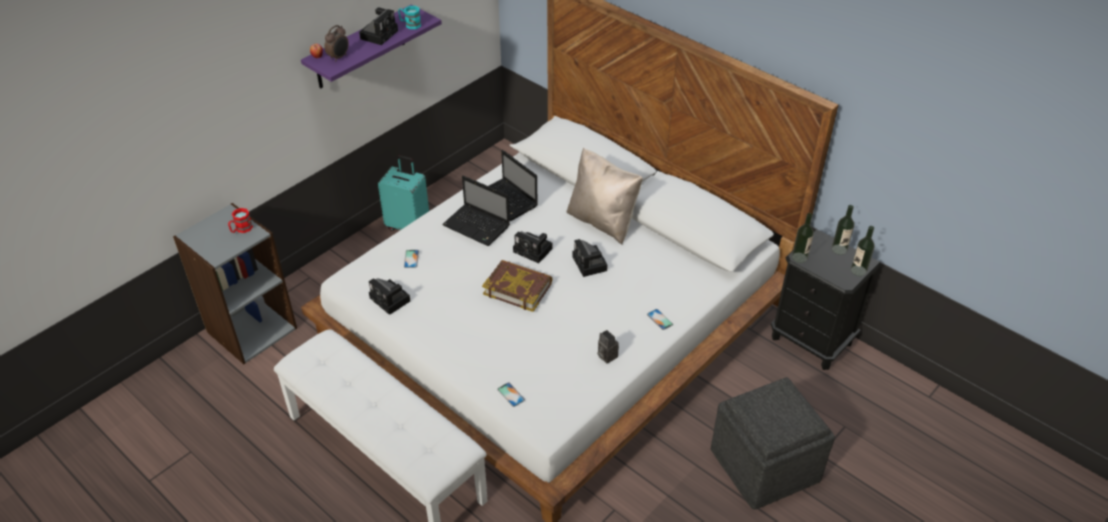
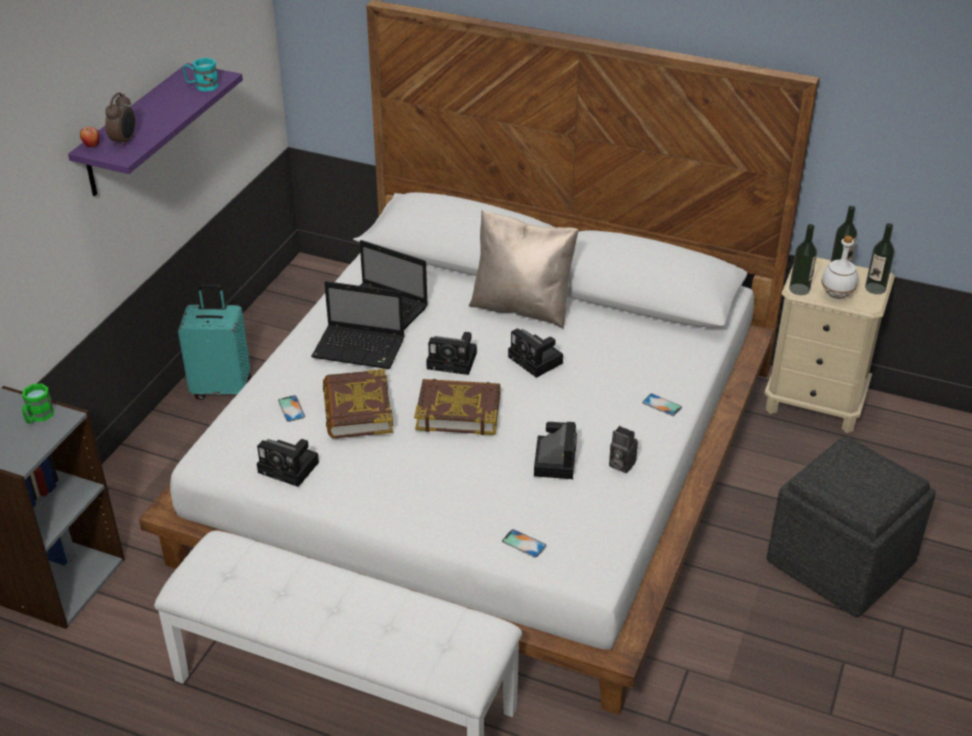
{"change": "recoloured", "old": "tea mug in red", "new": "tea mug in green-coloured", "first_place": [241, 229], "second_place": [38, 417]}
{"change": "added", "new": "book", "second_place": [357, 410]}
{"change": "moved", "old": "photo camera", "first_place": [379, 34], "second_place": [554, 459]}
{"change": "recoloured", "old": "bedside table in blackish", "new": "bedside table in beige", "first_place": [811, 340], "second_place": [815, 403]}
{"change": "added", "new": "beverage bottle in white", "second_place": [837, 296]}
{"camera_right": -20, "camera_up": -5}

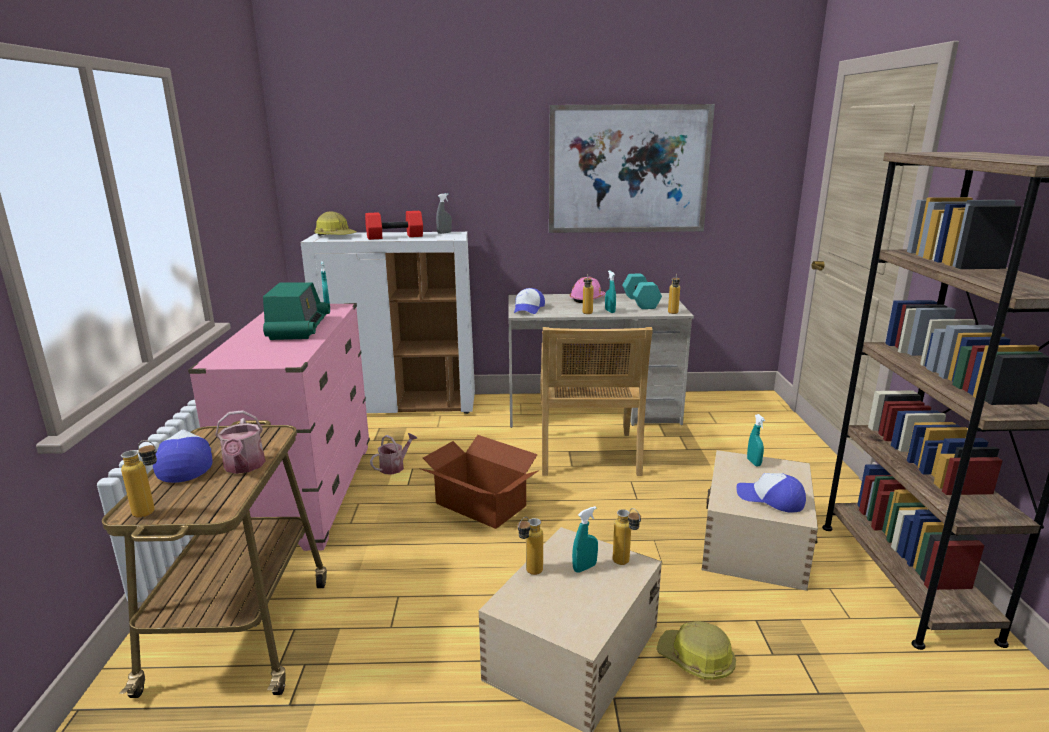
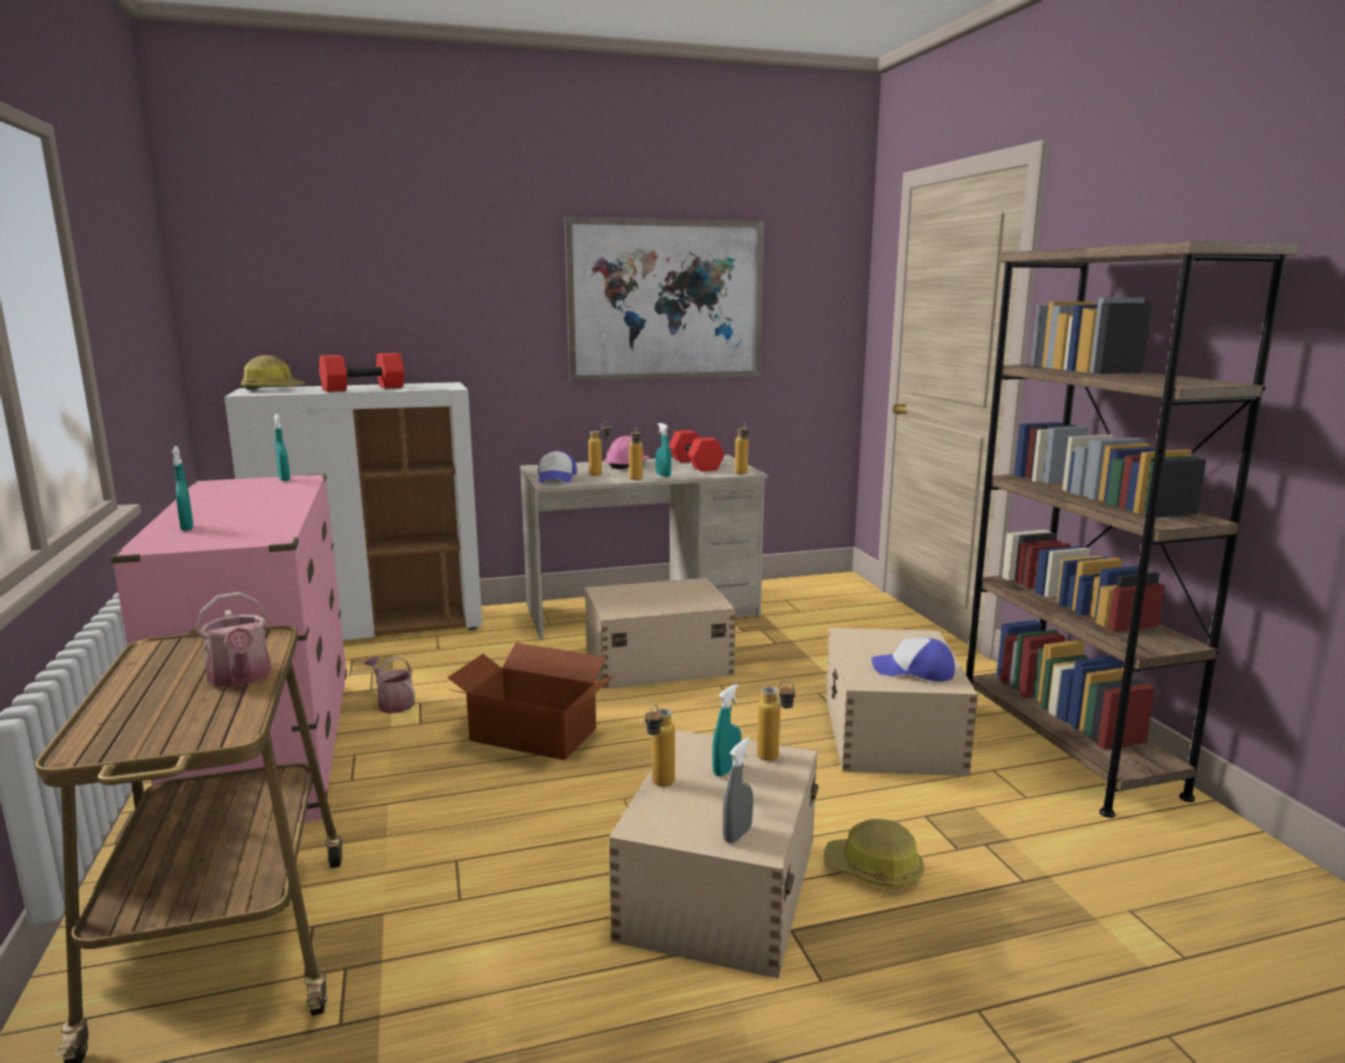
{"change": "moved", "old": "spray bottle in turquoise-coloured", "first_place": [753, 462], "second_place": [187, 528]}
{"change": "turned", "old": "watering pot", "first_place": [395, 466], "second_place": [393, 703], "degrees": -75}
{"change": "replaced", "old": "upright chair in beige", "new": "storage box in beige", "first_place": [588, 455], "second_place": [656, 662]}
{"change": "moved", "old": "beverage bottle", "first_place": [152, 513], "second_place": [601, 474]}
{"change": "recoloured", "old": "hand weight in turquoise-coloured", "new": "hand weight in red", "first_place": [641, 302], "second_place": [697, 465]}
{"change": "moved", "old": "spray bottle in gray", "first_place": [444, 233], "second_place": [737, 834]}
{"change": "removed", "old": "baseball cap", "first_place": [186, 464]}
{"change": "removed", "old": "radio receiver", "first_place": [298, 328]}
{"camera_right": -15, "camera_up": -5}

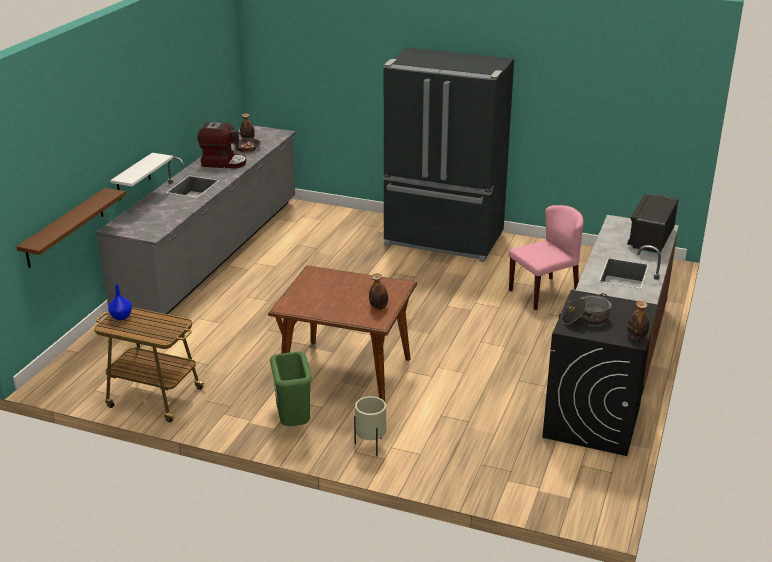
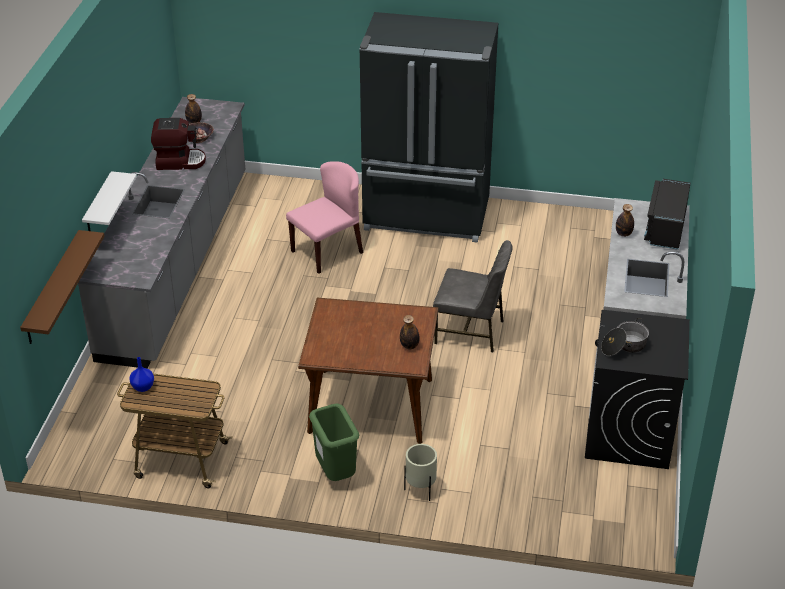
{"change": "moved", "old": "upright chair in pinkish", "first_place": [543, 293], "second_place": [327, 251]}
{"change": "added", "new": "upright chair in gray", "second_place": [470, 332]}
{"change": "moved", "old": "beverage bottle", "first_place": [636, 337], "second_place": [623, 234]}
{"camera_right": -10, "camera_up": 10}

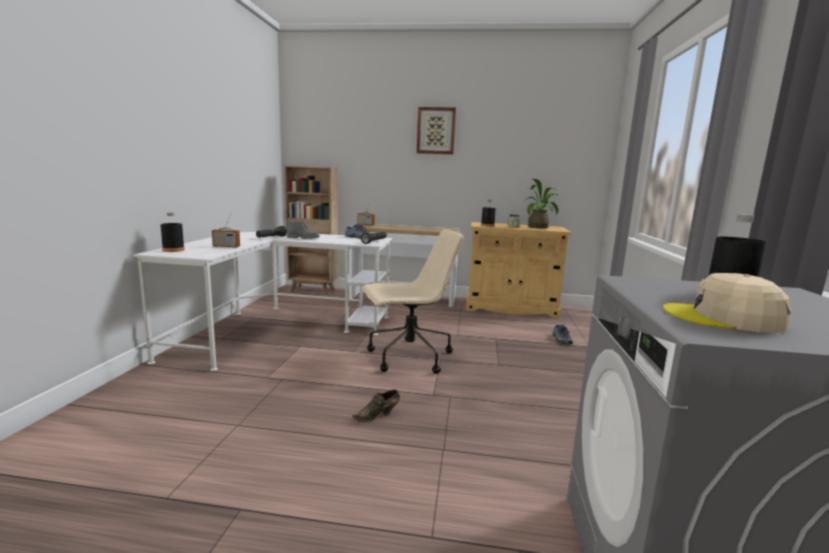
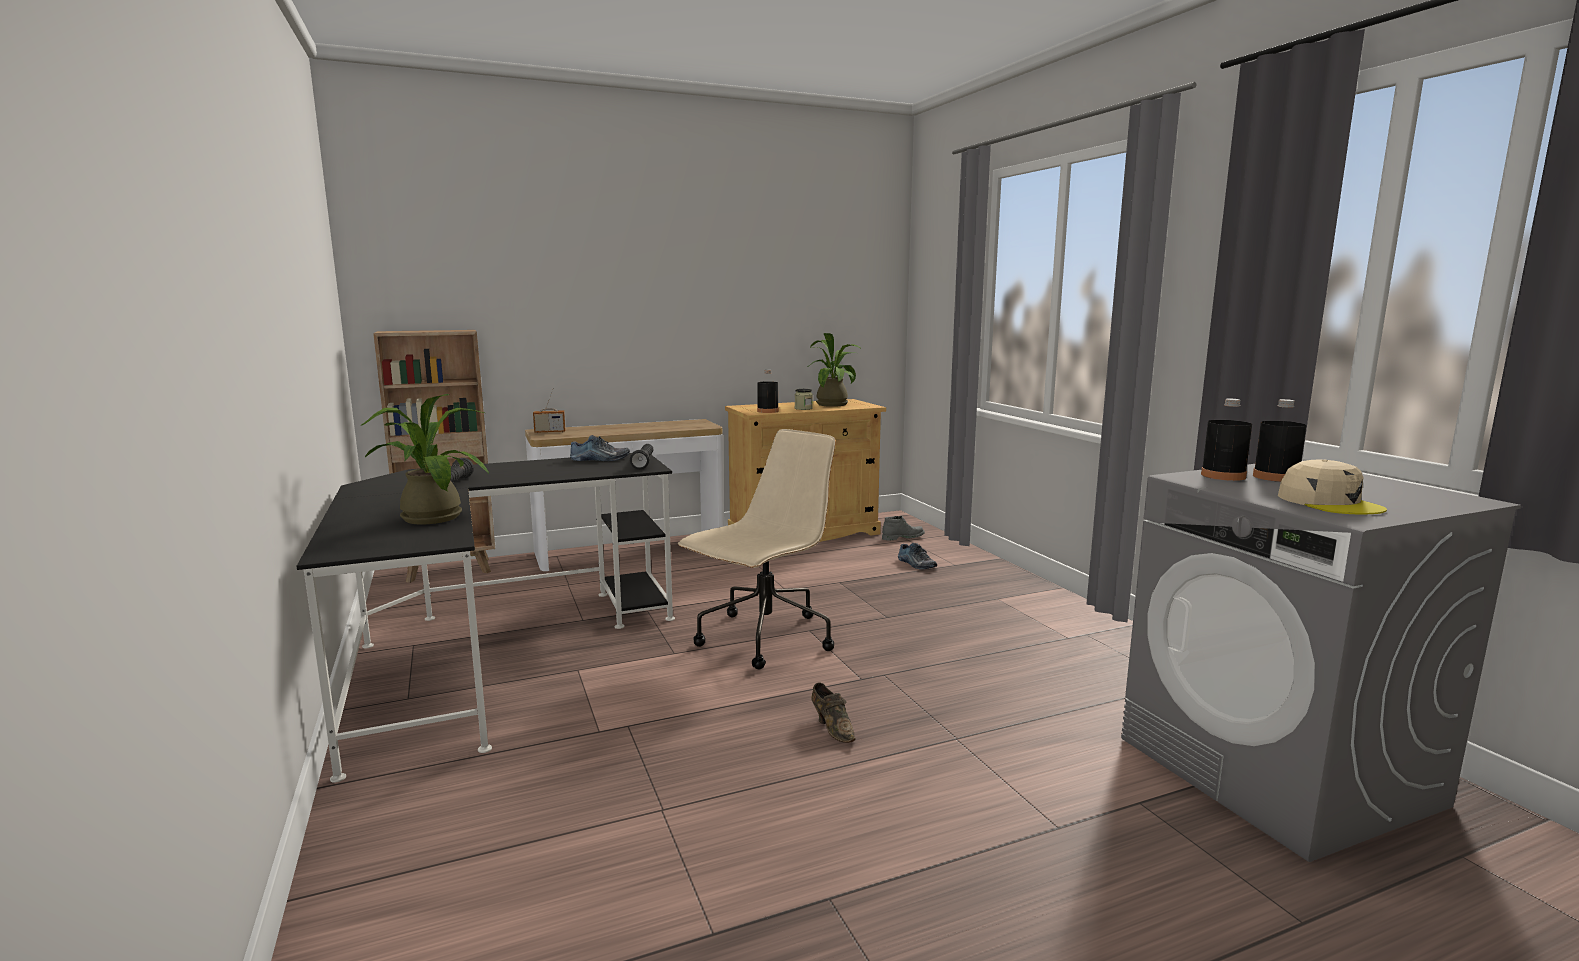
{"change": "recoloured", "old": "desk unit in white", "new": "desk unit in blackish", "first_place": [278, 328], "second_place": [491, 652]}
{"change": "replaced", "old": "radio receiver", "new": "potted plant", "first_place": [226, 246], "second_place": [430, 516]}
{"change": "turned", "old": "shoe in brown-coloured", "first_place": [378, 415], "second_place": [832, 727], "degrees": -60}
{"change": "moved", "old": "high-top boot in gray", "first_place": [303, 238], "second_place": [902, 537]}
{"change": "moved", "old": "beverage bottle in blackish", "first_place": [173, 250], "second_place": [1223, 476]}
{"change": "turned", "old": "baseball cap in beige", "first_place": [723, 318], "second_place": [1329, 503], "degrees": -105}
{"change": "removed", "old": "picture", "first_place": [436, 131]}
{"camera_right": -30, "camera_up": 0}

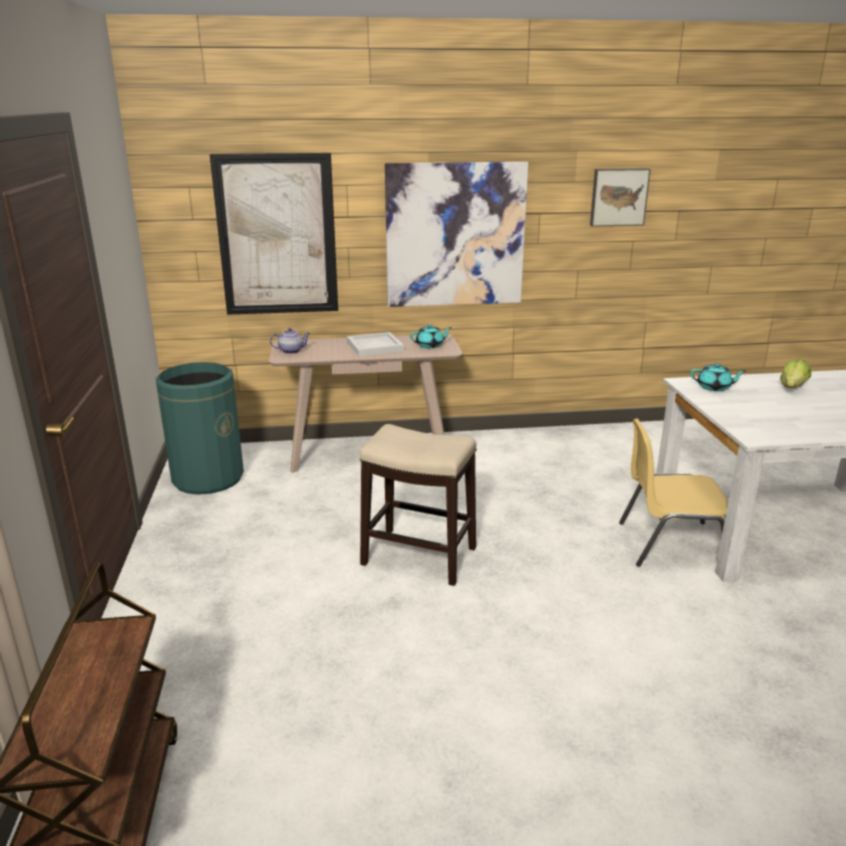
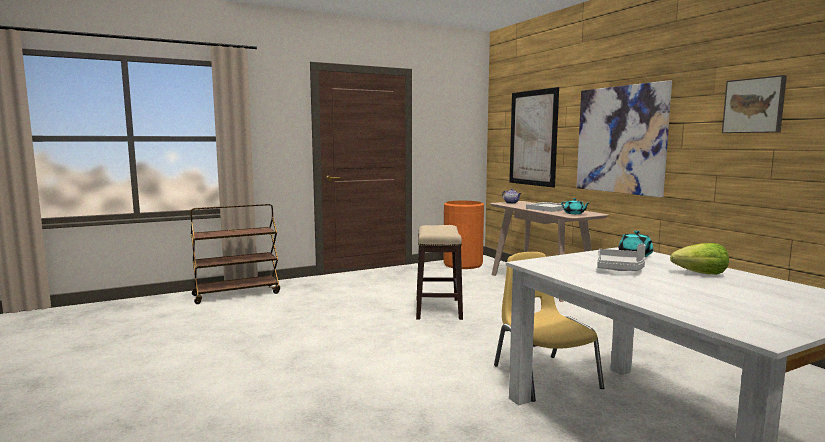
{"change": "recoloured", "old": "trash can in green-coloured", "new": "trash can in orangey", "first_place": [208, 478], "second_place": [463, 264]}
{"change": "added", "new": "serving tray in gray", "second_place": [620, 268]}
{"camera_right": 70, "camera_up": -15}

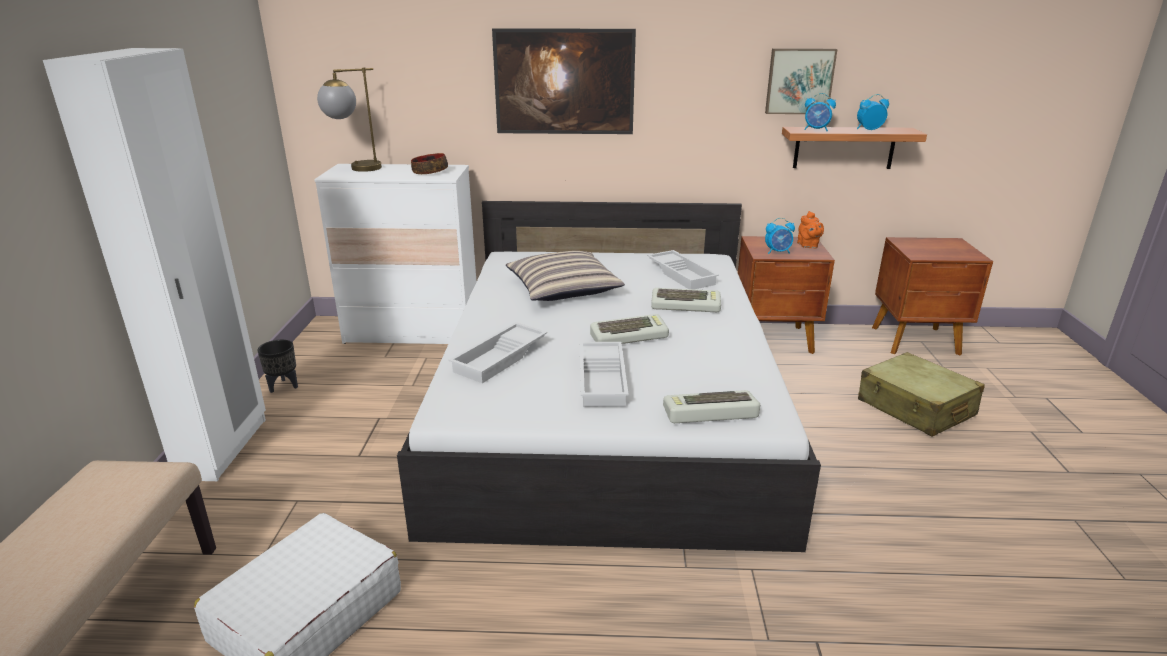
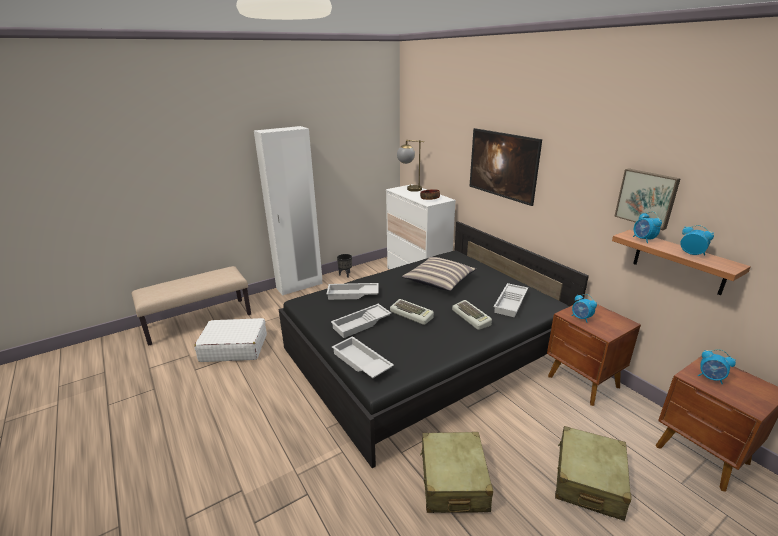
{"change": "recoloured", "old": "bedroom bed in white", "new": "bedroom bed in blackish", "first_place": [606, 407], "second_place": [424, 352]}
{"change": "replaced", "old": "PC keyboard", "new": "serving tray in white", "first_place": [710, 413], "second_place": [360, 362]}
{"change": "added", "new": "piece of luggage in beige", "second_place": [453, 481]}
{"change": "added", "new": "bedside clock", "second_place": [710, 378]}
{"change": "removed", "old": "tea pot in orangey", "first_place": [808, 246]}
{"camera_right": 55, "camera_up": 0}

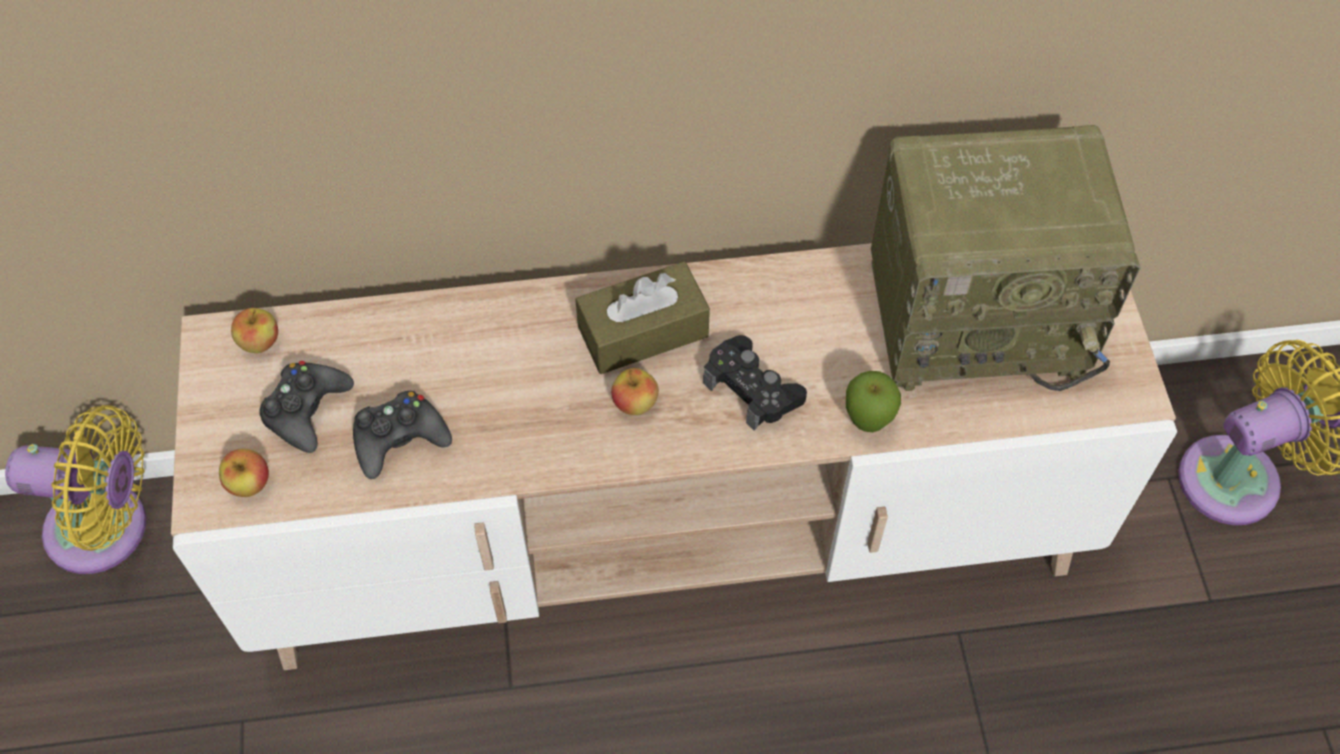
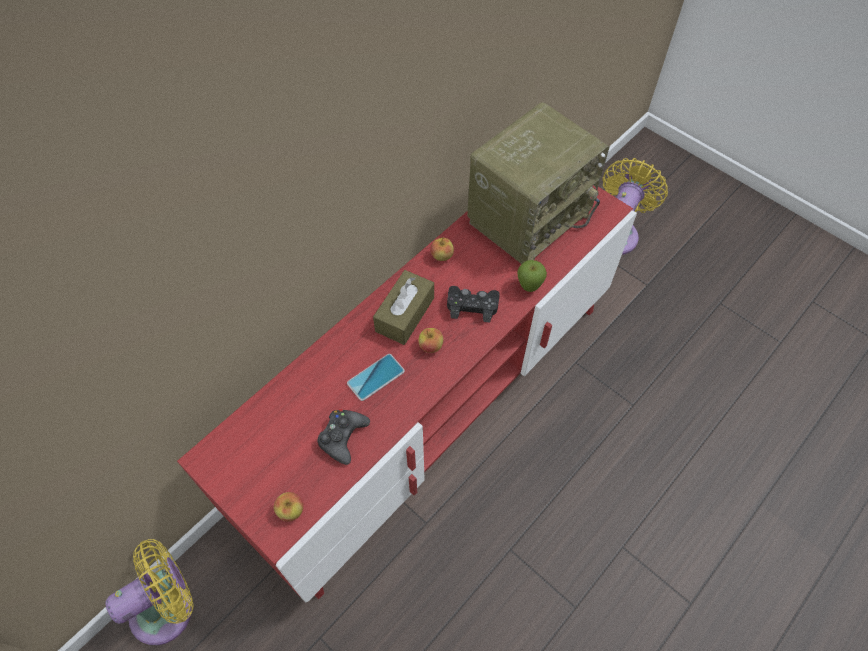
{"change": "recoloured", "old": "media console in beige", "new": "media console in red", "first_place": [669, 533], "second_place": [433, 408]}
{"change": "added", "new": "phone", "second_place": [376, 377]}
{"change": "moved", "old": "whole apple", "first_place": [259, 342], "second_place": [442, 256]}
{"change": "removed", "old": "joypad in blackish", "first_place": [306, 410]}
{"camera_right": -40, "camera_up": 0}

